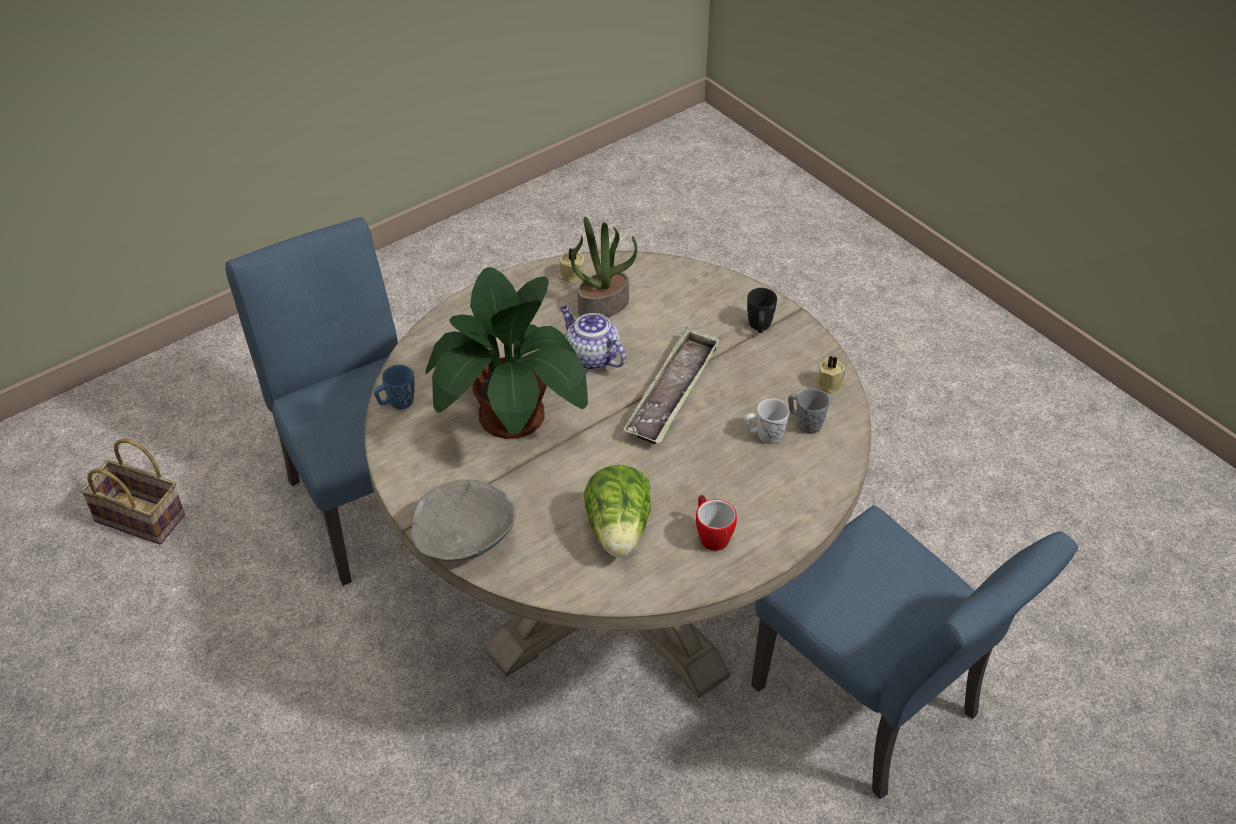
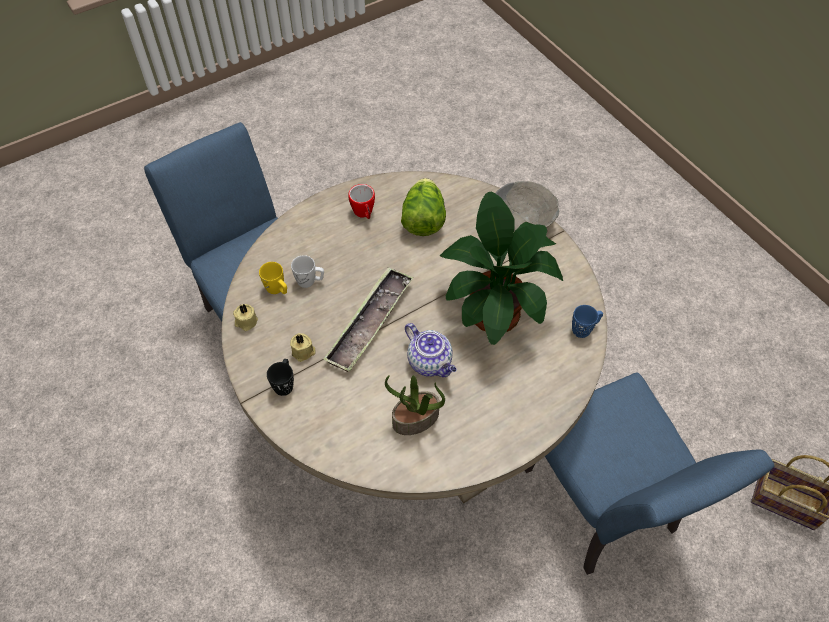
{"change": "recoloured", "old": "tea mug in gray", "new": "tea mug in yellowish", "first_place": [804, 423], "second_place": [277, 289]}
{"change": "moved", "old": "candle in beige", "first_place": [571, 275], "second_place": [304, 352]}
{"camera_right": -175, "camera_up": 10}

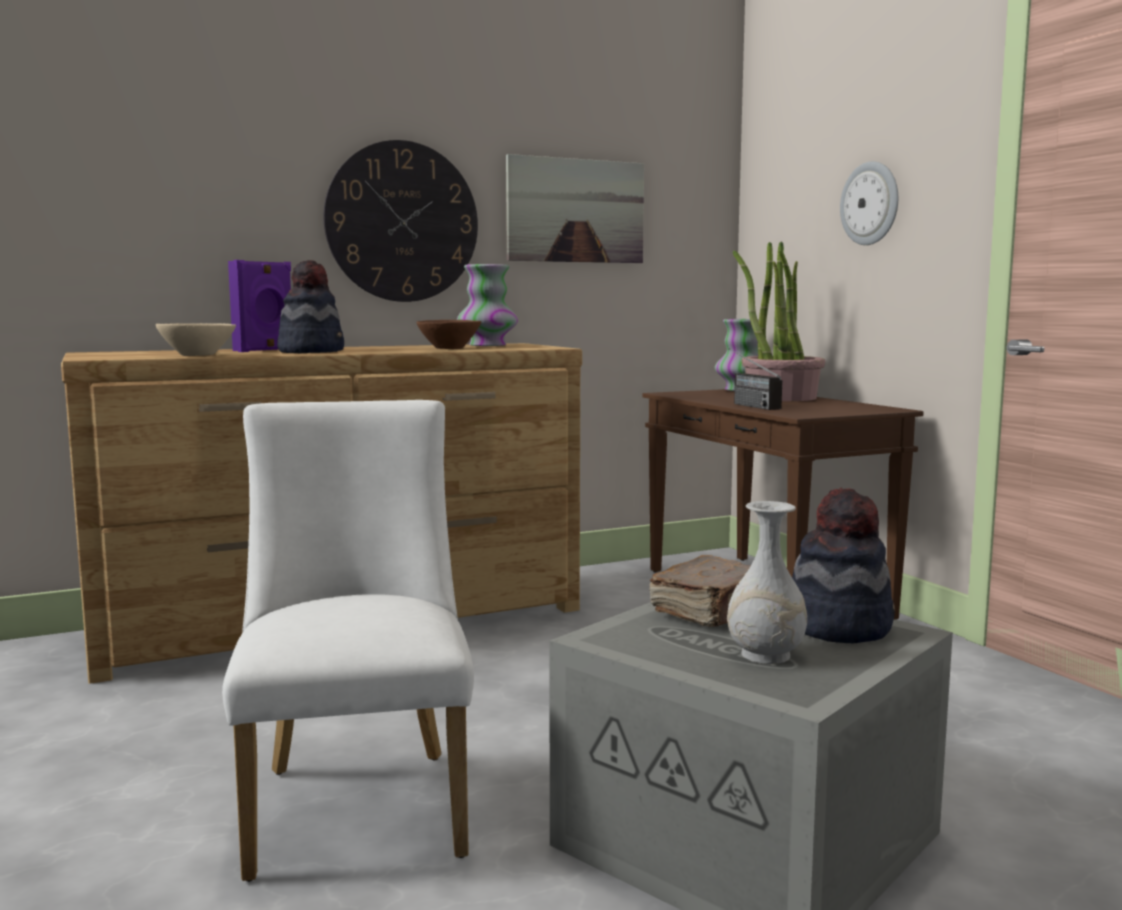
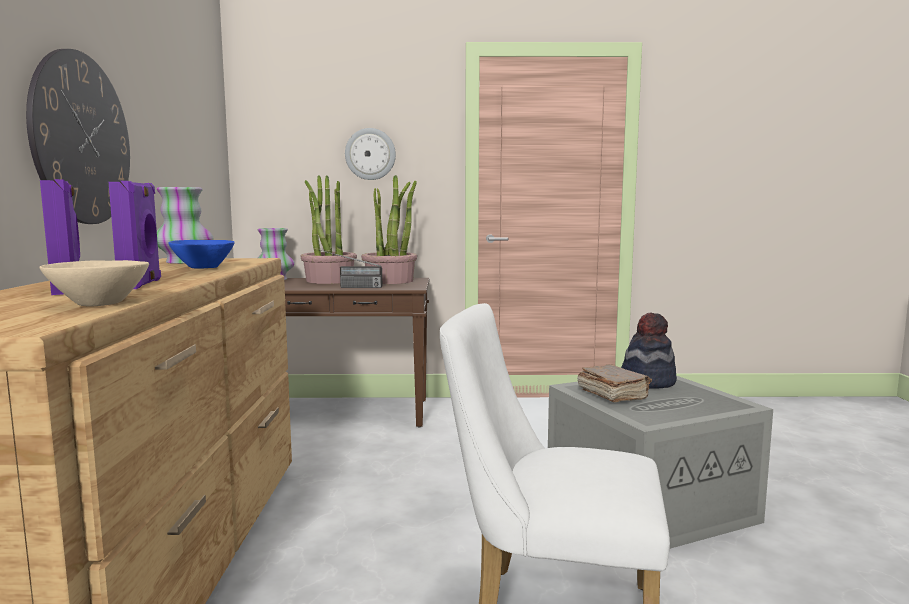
{"change": "replaced", "old": "hat", "new": "loudspeaker in purple-coloured", "first_place": [311, 351], "second_place": [142, 284]}
{"change": "recoloured", "old": "deep dish in brown-coloured", "new": "deep dish in blue-coloured", "first_place": [448, 348], "second_place": [204, 267]}
{"change": "added", "new": "potted plant", "second_place": [390, 281]}
{"change": "removed", "old": "picture", "first_place": [575, 211]}
{"change": "removed", "old": "vase in white", "first_place": [765, 656]}
{"camera_right": -65, "camera_up": 0}

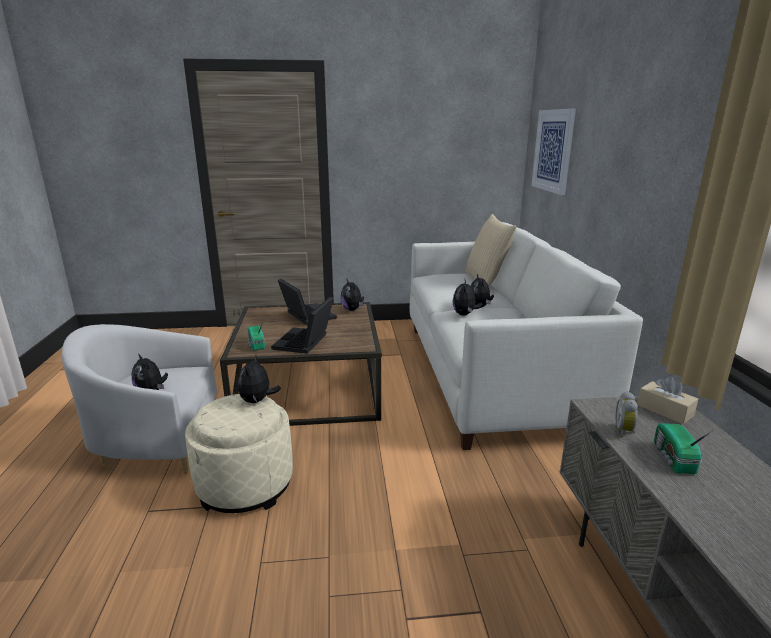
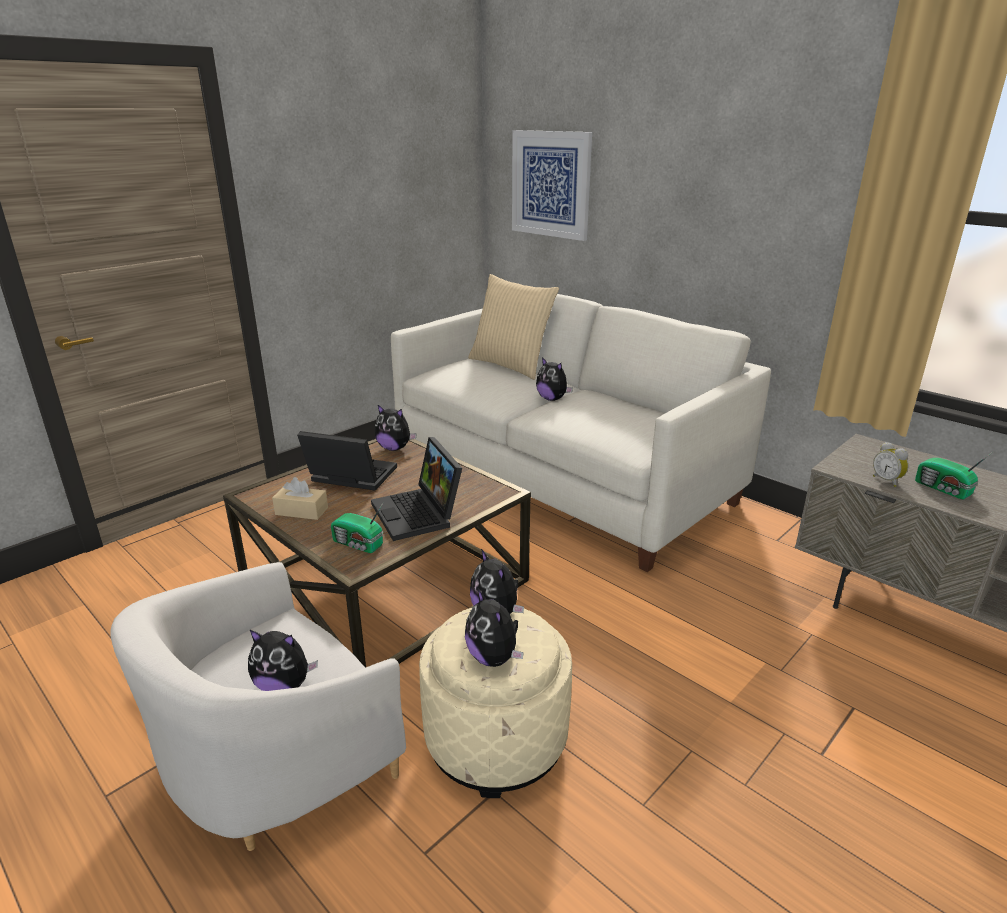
{"change": "moved", "old": "tissue box in beige", "first_place": [664, 410], "second_place": [301, 511]}
{"change": "moved", "old": "cuddly toy", "first_place": [465, 314], "second_place": [494, 657]}
{"camera_right": -40, "camera_up": 5}

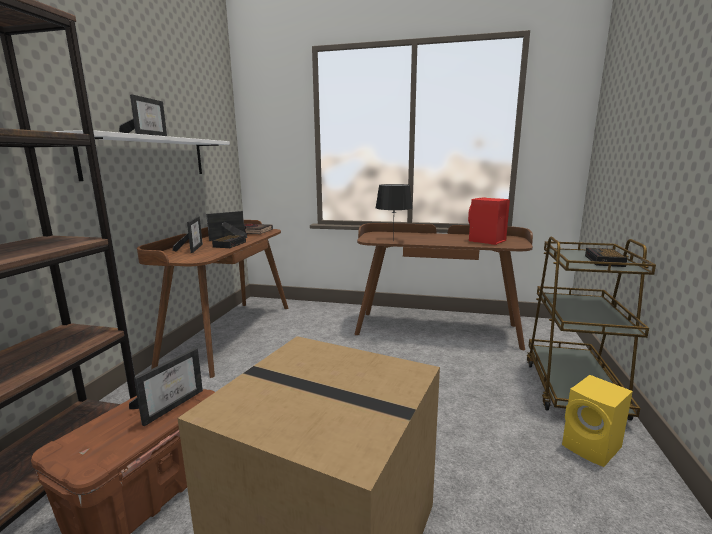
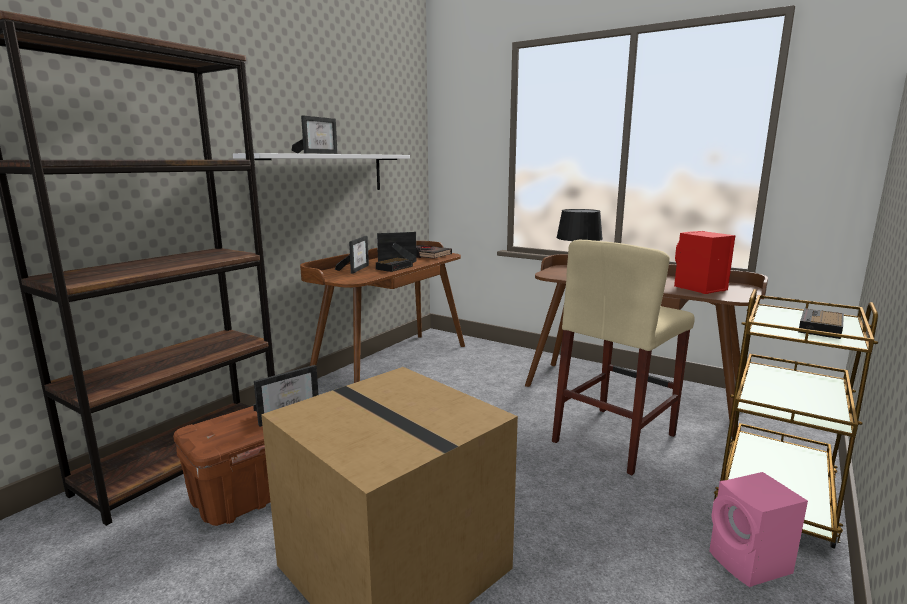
{"change": "added", "new": "stool seat in beige", "second_place": [614, 438]}
{"change": "recoloured", "old": "loudspeaker in yellowish", "new": "loudspeaker in pinkish", "first_place": [593, 448], "second_place": [751, 564]}
{"camera_right": 20, "camera_up": 0}

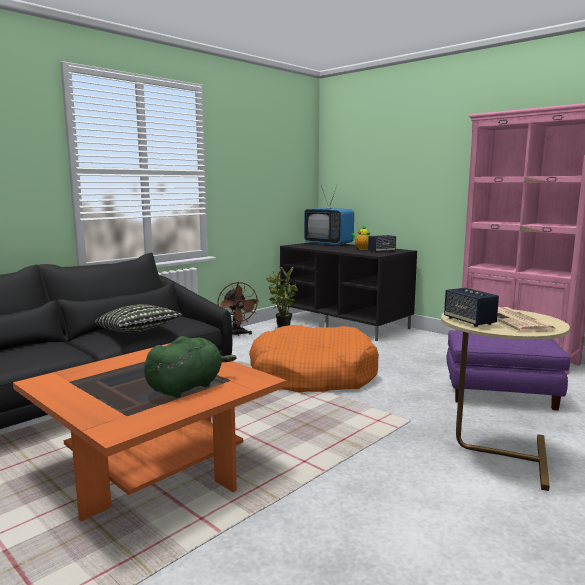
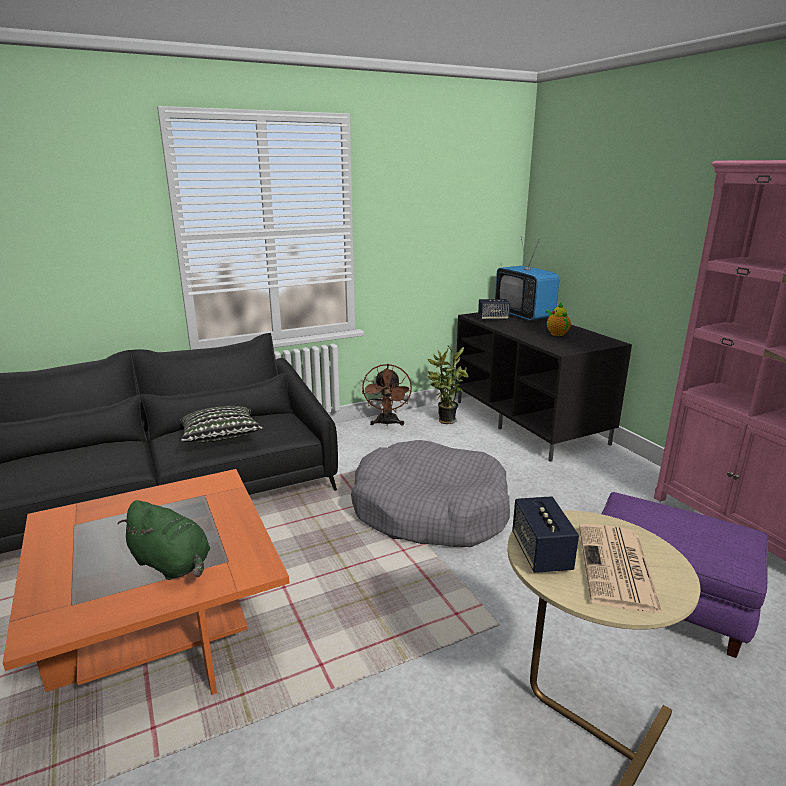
{"change": "turned", "old": "cuddly toy in green-coloured", "first_place": [187, 387], "second_place": [172, 564], "degrees": 60}
{"change": "recoloured", "old": "pet bed in orangey", "new": "pet bed in gray", "first_place": [313, 375], "second_place": [429, 510]}
{"change": "moved", "old": "loudspeaker", "first_place": [381, 251], "second_place": [493, 319]}
{"camera_right": 20, "camera_up": 10}

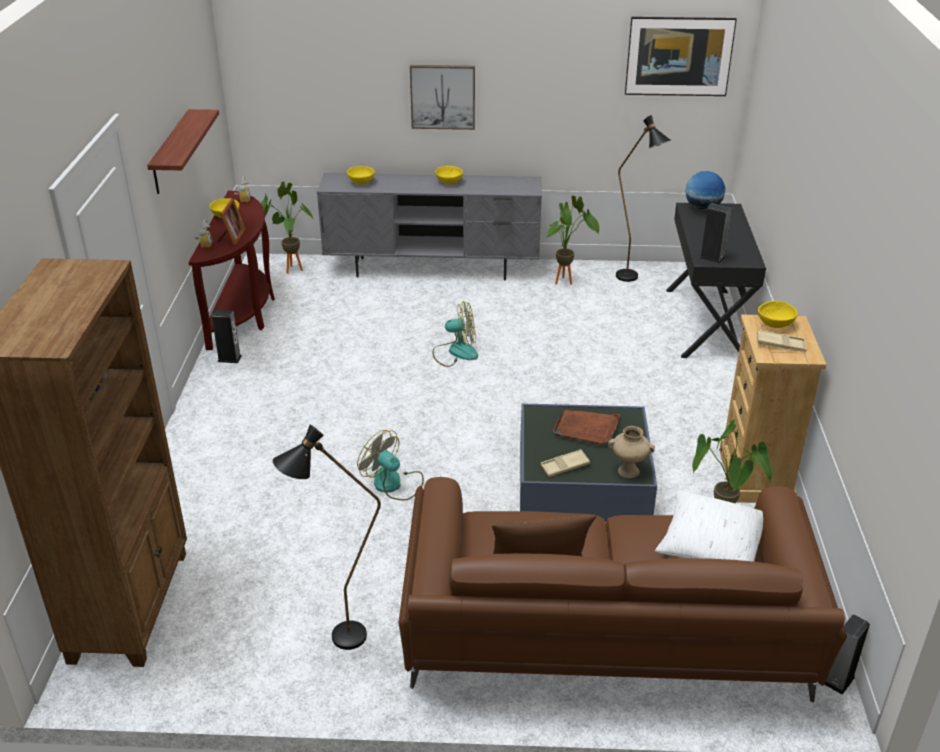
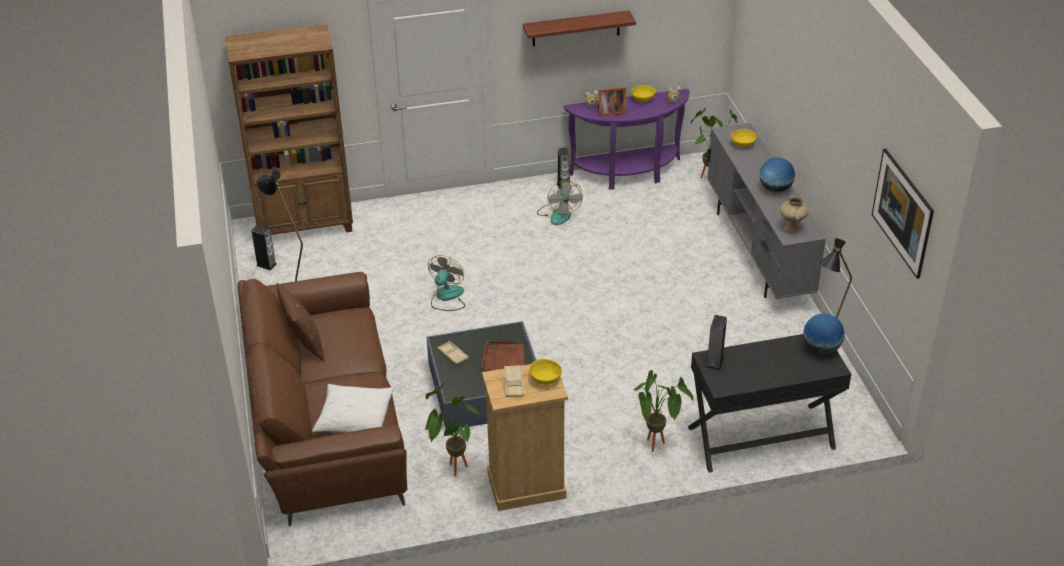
{"change": "moved", "old": "loudspeaker", "first_place": [839, 680], "second_place": [266, 264]}
{"change": "moved", "old": "fan", "first_place": [455, 352], "second_place": [558, 213]}
{"change": "recoloured", "old": "console table in brown-coloured", "new": "console table in purple-coloured", "first_place": [243, 313], "second_place": [628, 174]}
{"change": "moved", "old": "potted plant", "first_place": [567, 281], "second_place": [657, 448]}
{"change": "replaced", "old": "deep dish in yellowish", "new": "desk globe", "first_place": [448, 182], "second_place": [775, 189]}
{"change": "moved", "old": "vase in beige", "first_place": [629, 471], "second_place": [791, 228]}
{"change": "removed", "old": "picture", "first_place": [442, 96]}
{"camera_right": 75, "camera_up": 5}

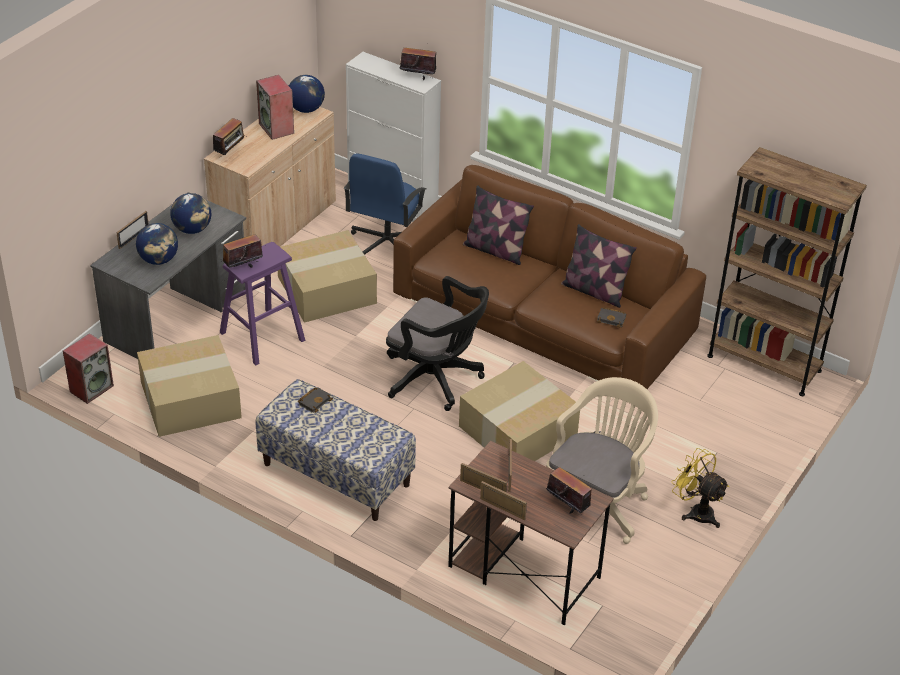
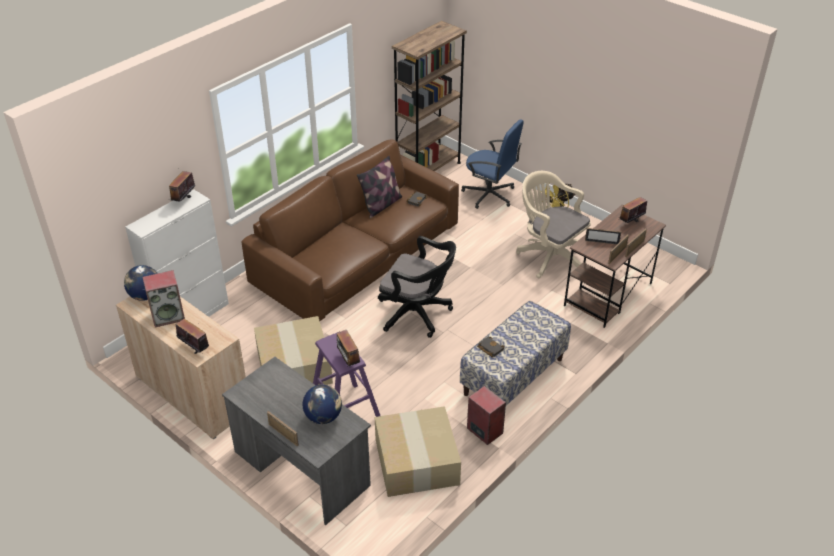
{"change": "turned", "old": "computer chair in blackish", "first_place": [436, 379], "second_place": [417, 314], "degrees": 75}
{"change": "moved", "old": "computer chair in blue-coloured", "first_place": [386, 243], "second_place": [489, 195]}
{"change": "moved", "old": "loudspeaker", "first_place": [91, 388], "second_place": [484, 430]}
{"change": "removed", "old": "desk globe", "first_place": [192, 229]}
{"change": "removed", "old": "cardboard box", "first_place": [517, 432]}
{"change": "removed", "old": "throw pillow", "first_place": [495, 250]}
{"camera_right": -80, "camera_up": 0}

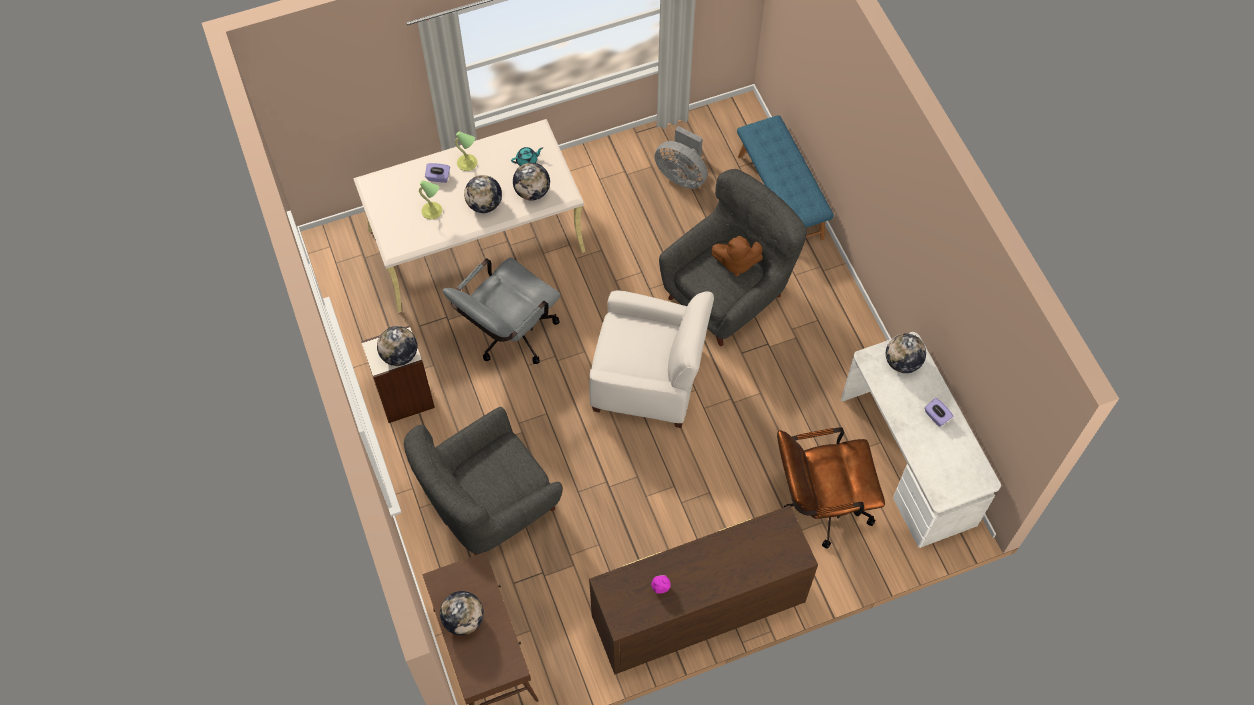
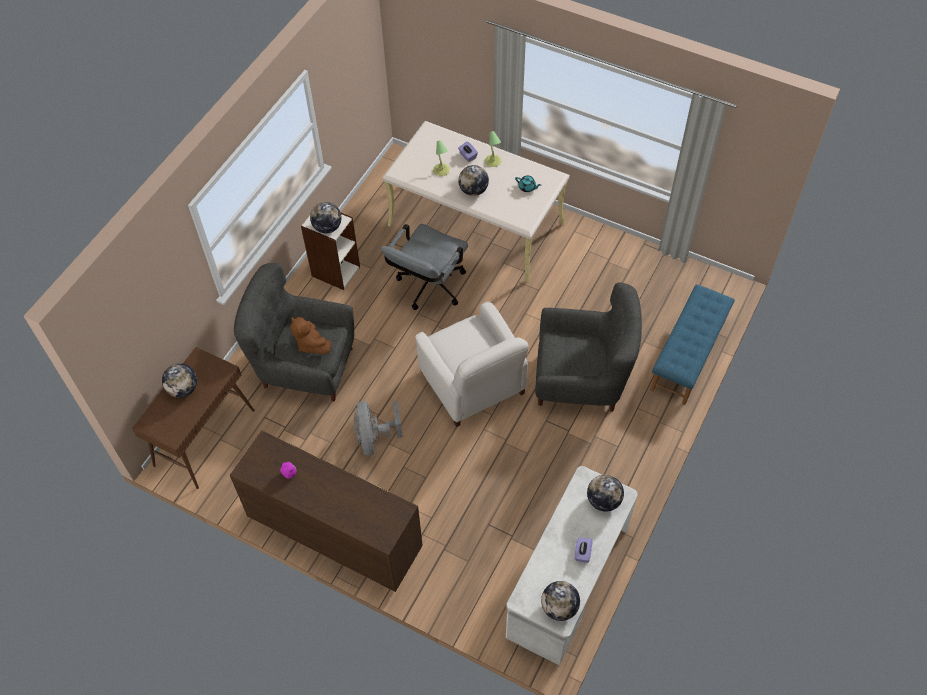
{"change": "moved", "old": "cuddly toy in brown-coloured", "first_place": [737, 262], "second_place": [311, 344]}
{"change": "moved", "old": "fan in gray", "first_place": [682, 175], "second_place": [374, 438]}
{"change": "turned", "old": "computer chair in gray", "first_place": [508, 336], "second_place": [428, 289], "degrees": -60}
{"change": "moved", "old": "desk globe", "first_place": [532, 192], "second_place": [559, 607]}
{"change": "removed", "old": "computer chair in brown-coloured", "first_place": [819, 505]}
{"camera_right": 50, "camera_up": -5}

